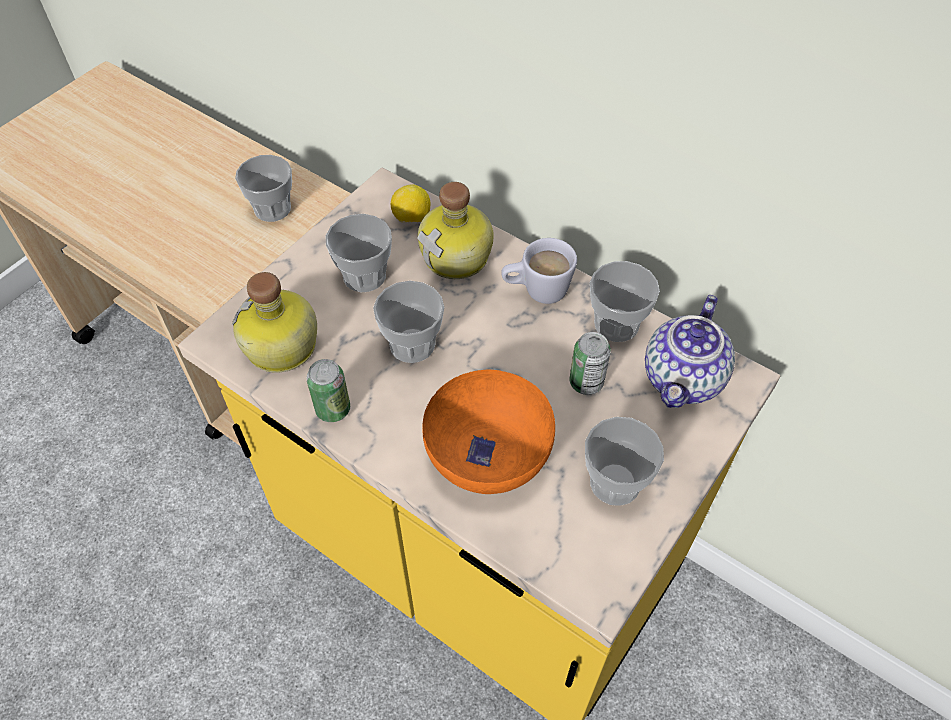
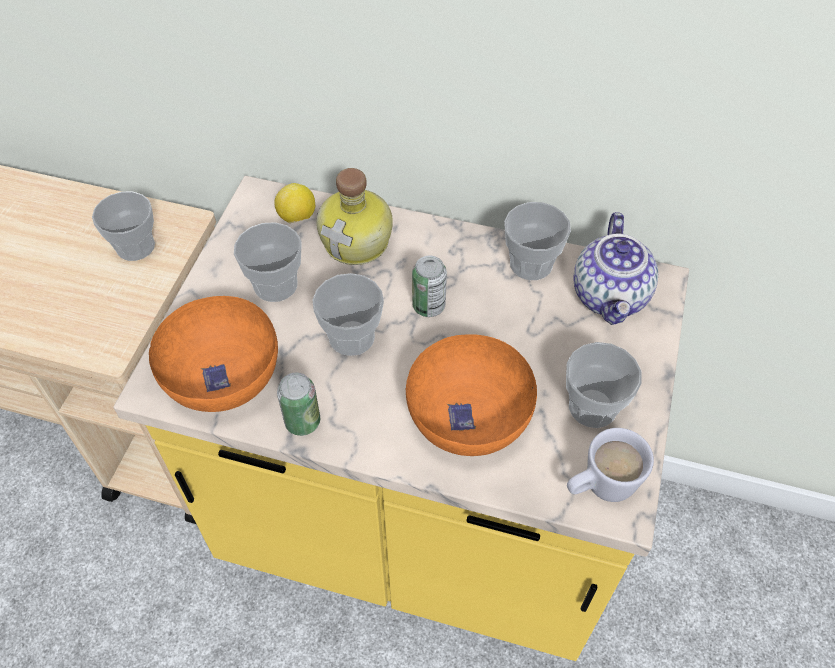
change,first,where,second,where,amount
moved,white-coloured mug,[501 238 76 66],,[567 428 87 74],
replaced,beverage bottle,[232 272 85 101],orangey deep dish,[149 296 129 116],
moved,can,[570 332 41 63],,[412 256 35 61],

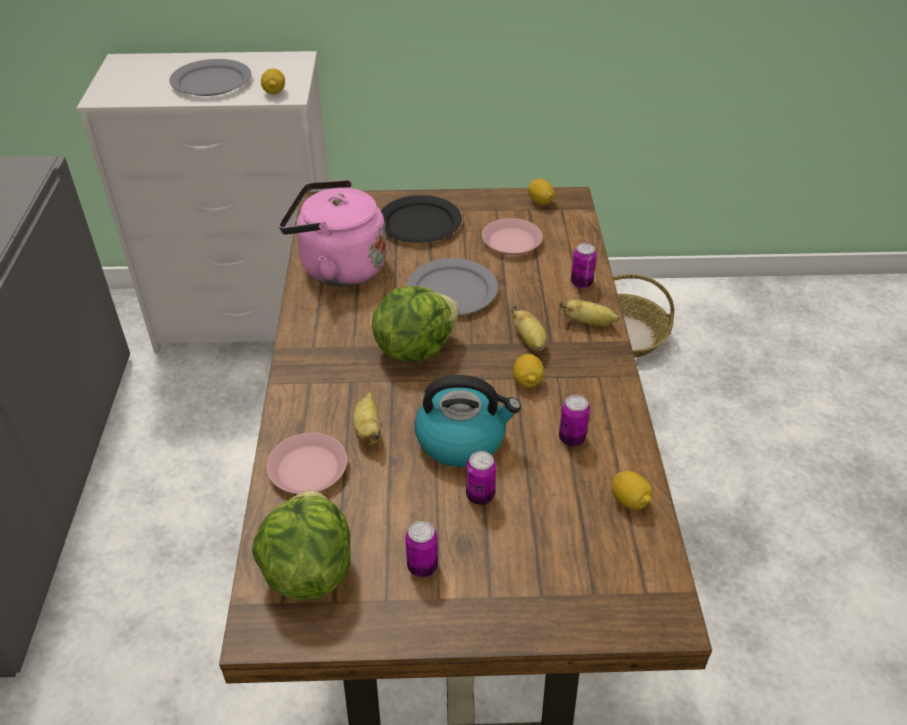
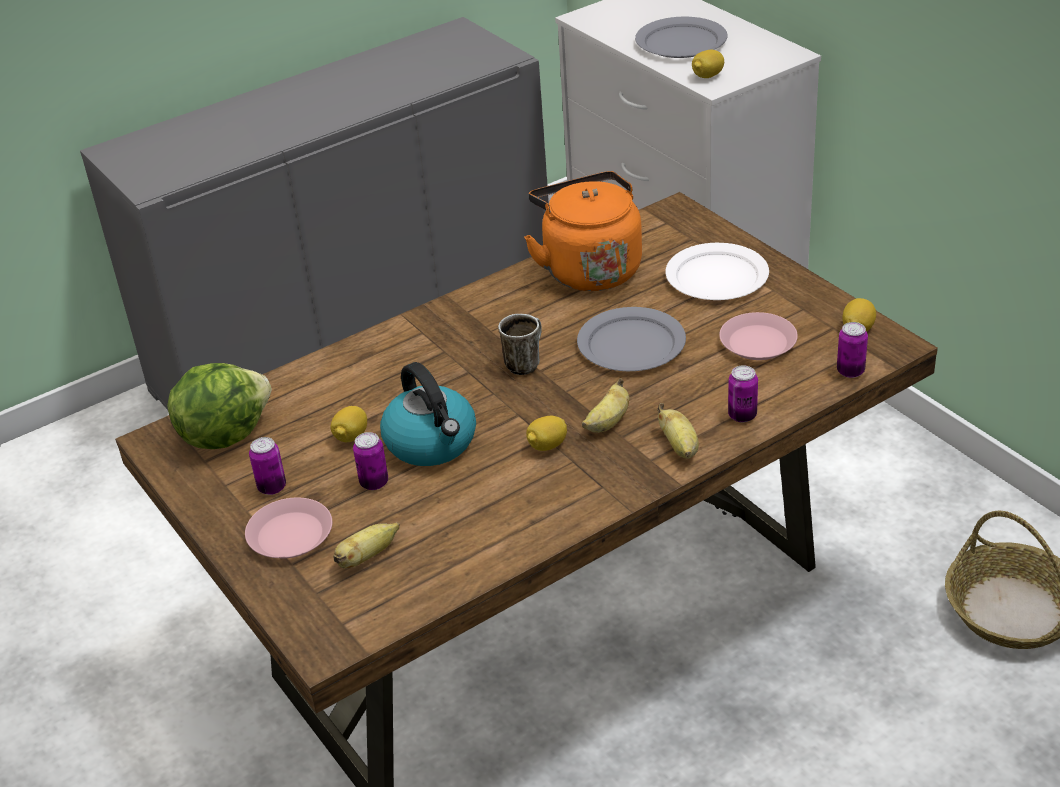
change,first,where,second,where,amount
recoloured,pink-coloured kettle,[279 180 108 106],orangey kettle,[524 171 118 120],
recoloured,black dinner plate,[381 195 81 48],white-coloured dinner plate,[665 243 104 57],
replaced,lettuce head,[372 286 87 76],mug,[498 314 44 61],
moved,banana fruit,[353 392 29 53],,[334 522 66 46],
moved,can,[559 395 31 51],,[837 322 31 56],
moved,pink-coloured dinner plate,[267 433 80 61],,[245 498 87 60],
moved,citrus fruit,[612 471 40 39],,[330 406 37 36],

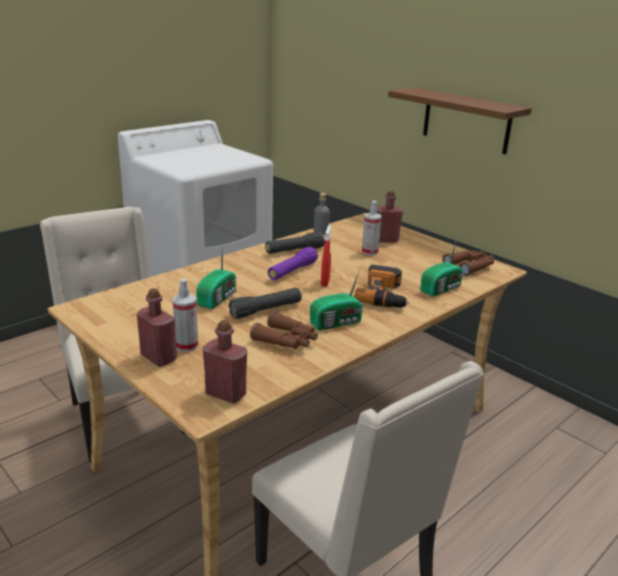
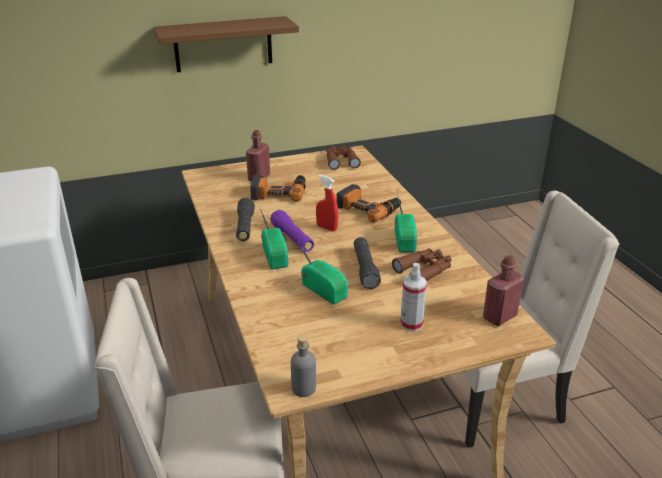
change,first,where,second,where,amount
moved,gray beverage bottle,[314 193 16 42],,[291 334 25 63],
replaced,spray bottle,[362 201 20 55],electric drill,[250 175 56 27],
moved,radio set,[420 241 43 55],,[259 206 29 63],
removed,red beverage bottle,[137 288 40 79],,,

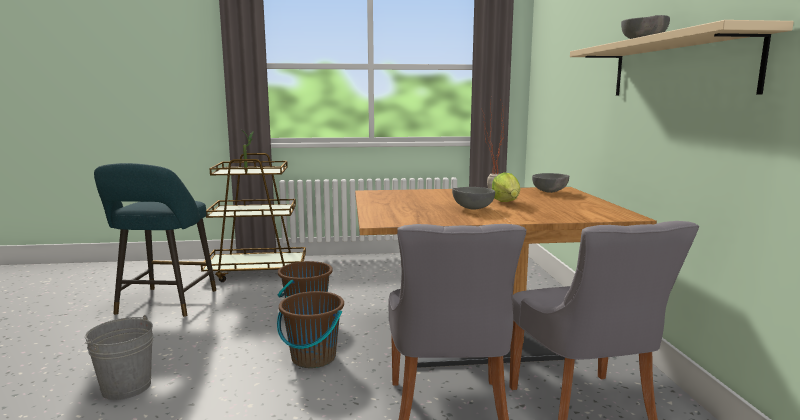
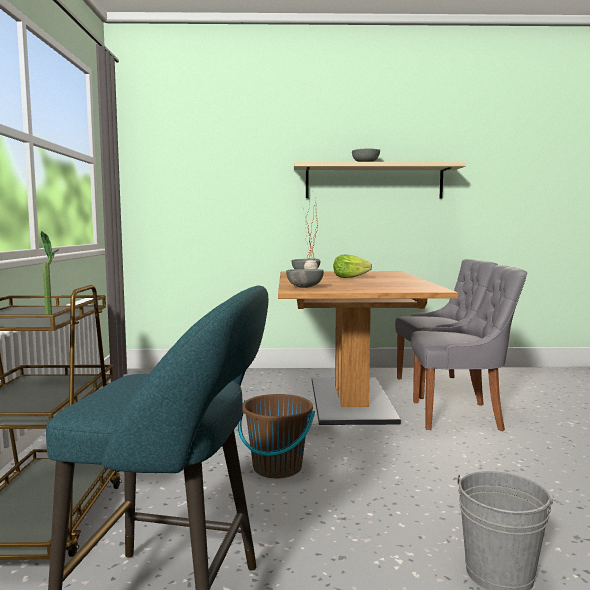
change,first,where,second,where,amount
moved,gray deep dish,[452 187 43 22],,[286 269 38 19],
removed,brown pail,[277 291 67 77],,,

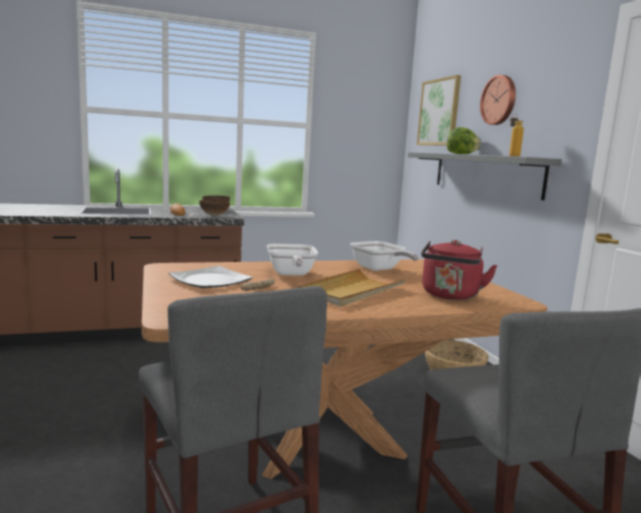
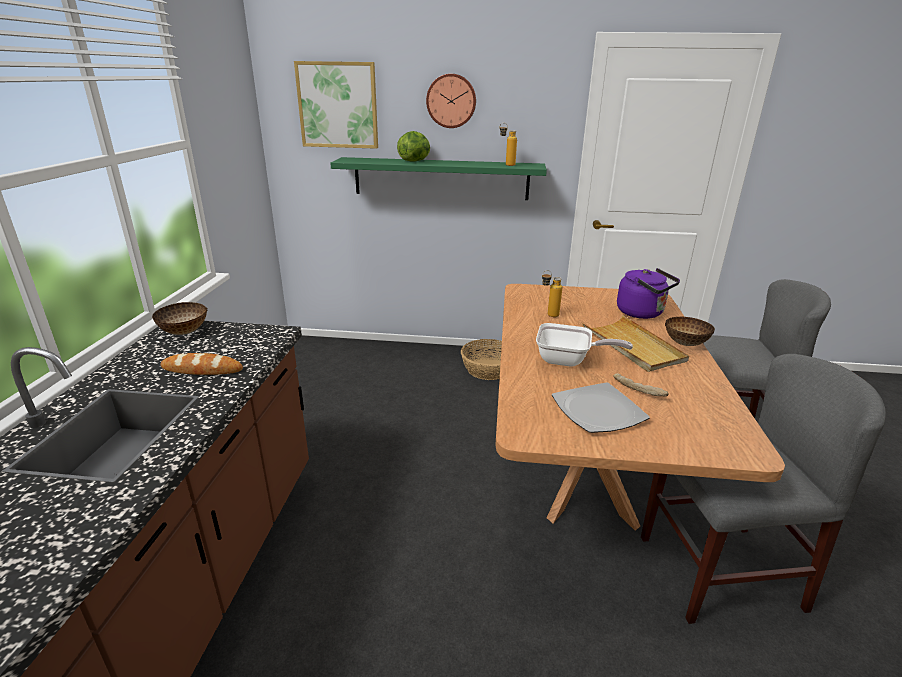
change,first,where,second,where,amount
recoloured,gray bracket shelf,[408 152 154 48],green-coloured bracket shelf,[330 157 217 43],
moved,deep dish,[199 200 31 16],,[665 317 50 29],
recoloured,red kettle,[421 240 77 60],purple-coloured kettle,[617 268 63 51],
replaced,pan,[350 241 69 30],beverage bottle,[542 270 20 47],

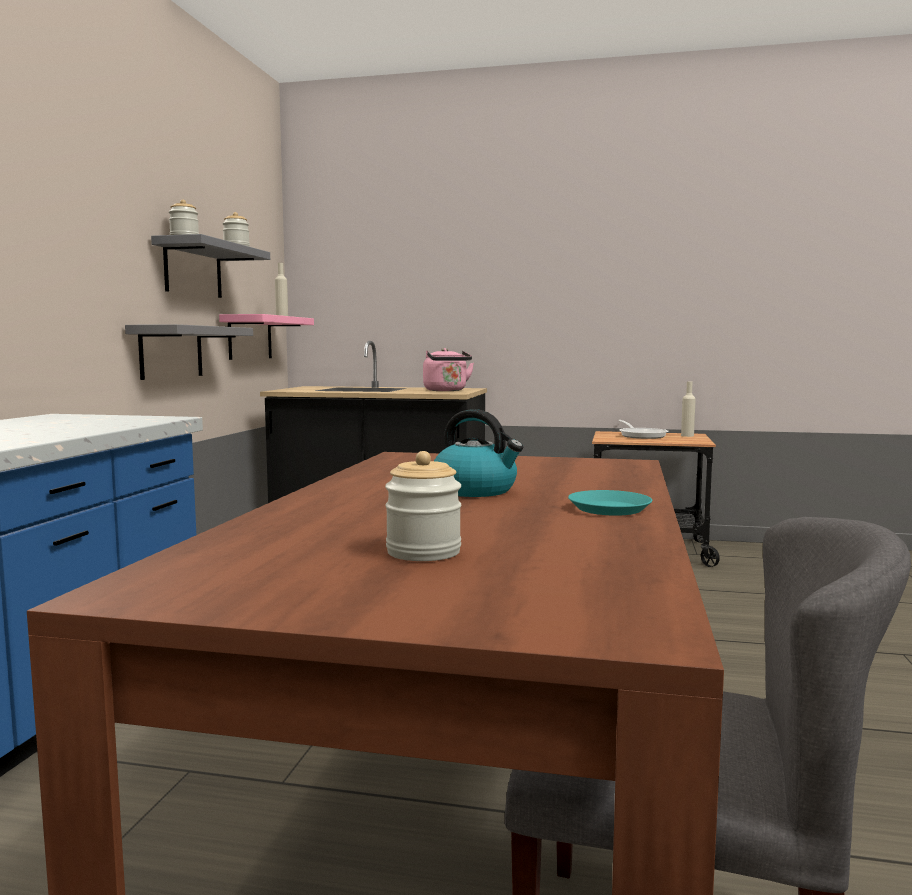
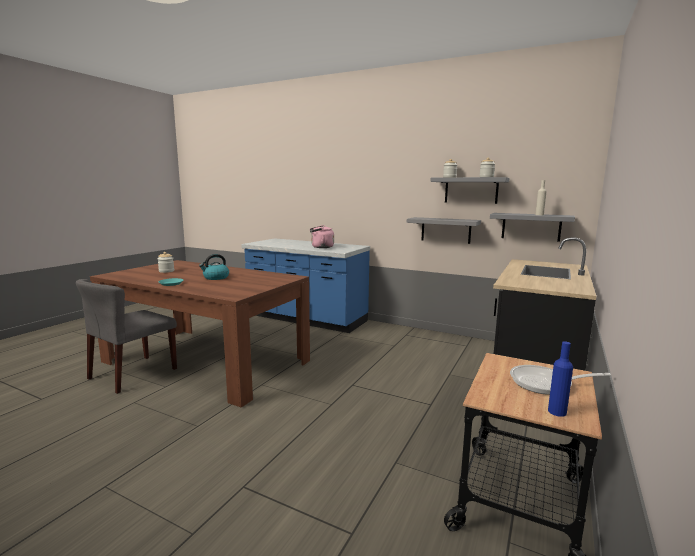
change,first,where,second,where,amount
recoloured,pink-coloured bracket shelf,[219 314 95 46],gray bracket shelf,[490 213 85 29],
moved,pink-coloured kettle,[423 348 51 43],,[310 225 24 23],
recoloured,sand-coloured beverage bottle,[681 381 15 56],blue-coloured beverage bottle,[548 341 25 76],

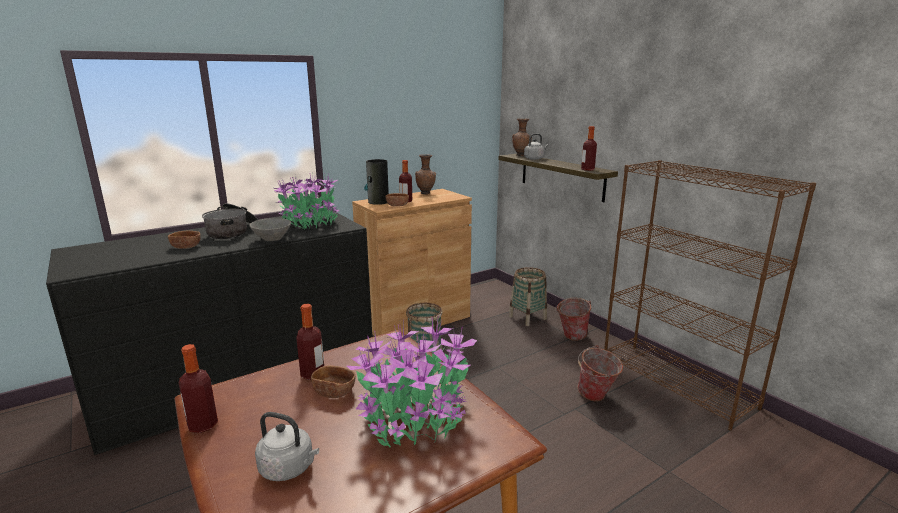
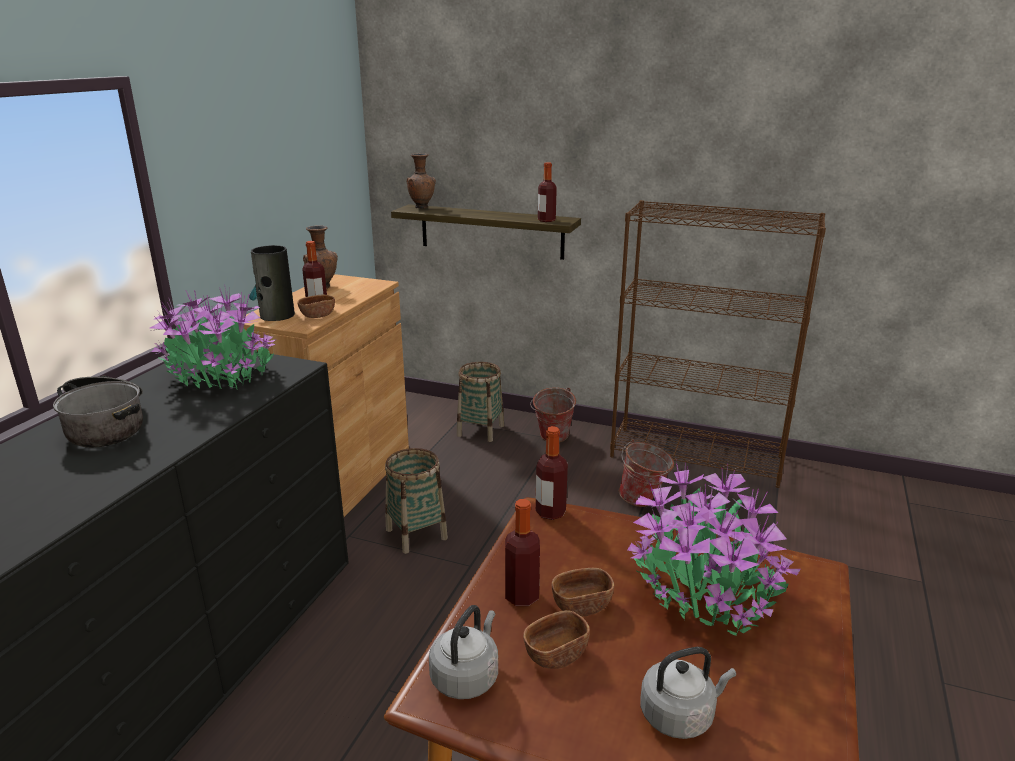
change,first,where,second,where,amount
moved,gray kettle,[524 134 25 26],,[429 605 69 94],
removed,gray deep dish,[250 218 41 23],,,
moved,brown deep dish,[168 231 33 18],,[523 610 67 59],
moved,beverage bottle,[179 344 39 89],,[536 426 32 94],

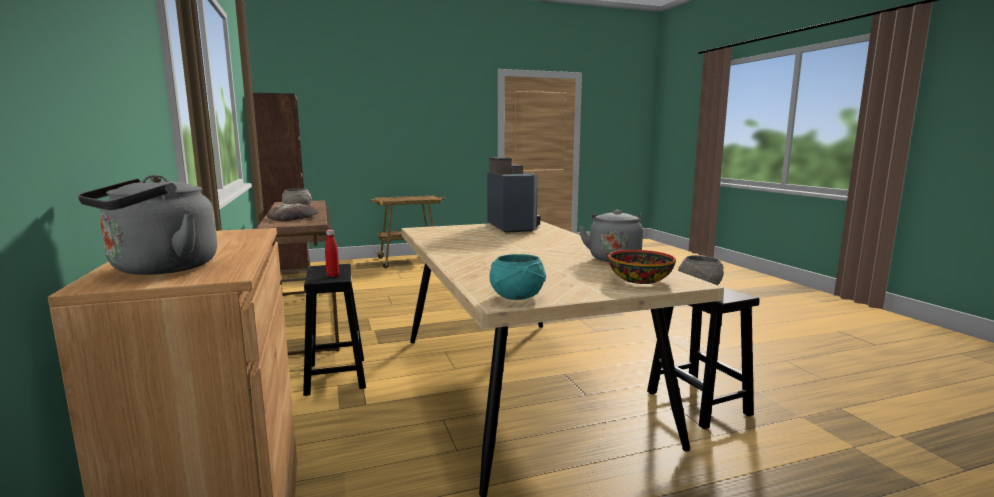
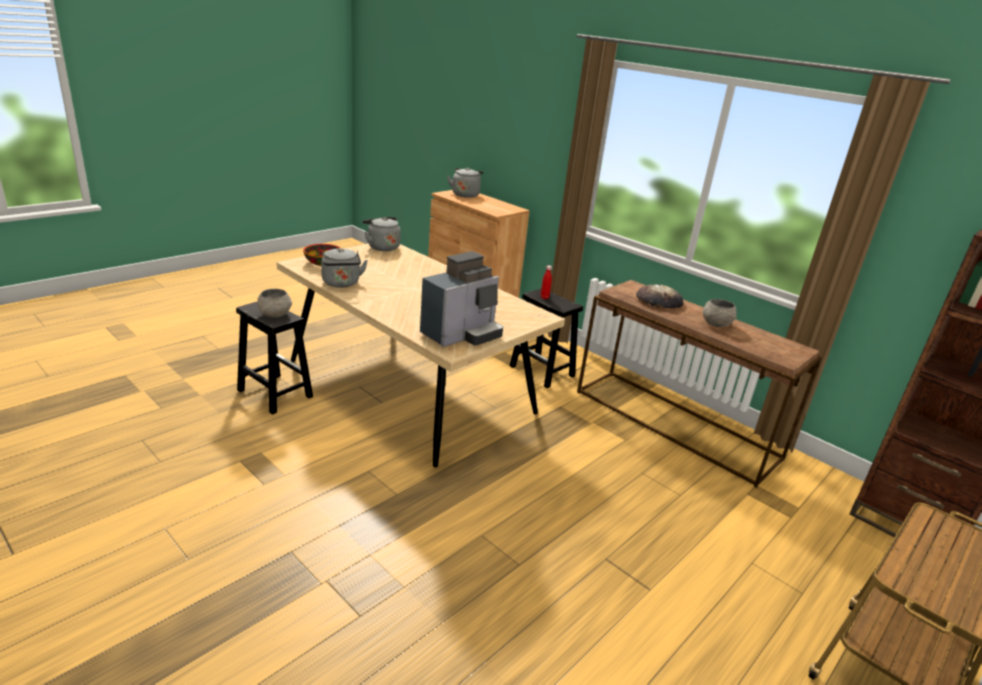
change,first,where,second,where,amount
turned,coffee maker,[487 157 53 76],,[420 251 83 96],90 degrees counterclockwise
replaced,turquoise-coloured deep dish,[490 254 56 46],gray kettle,[362 217 39 34],

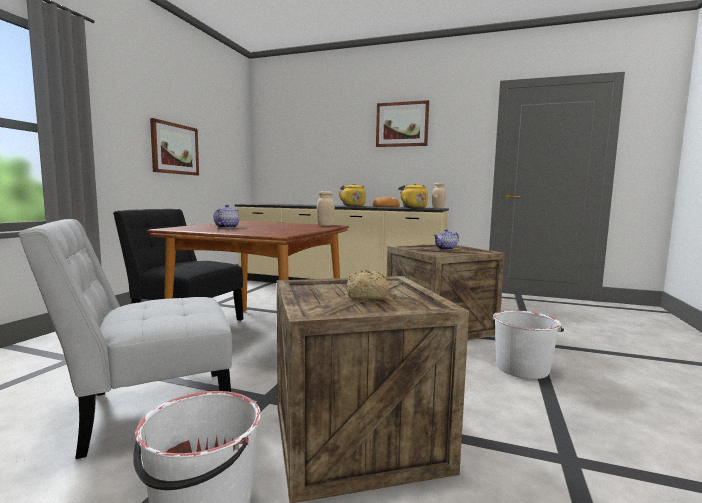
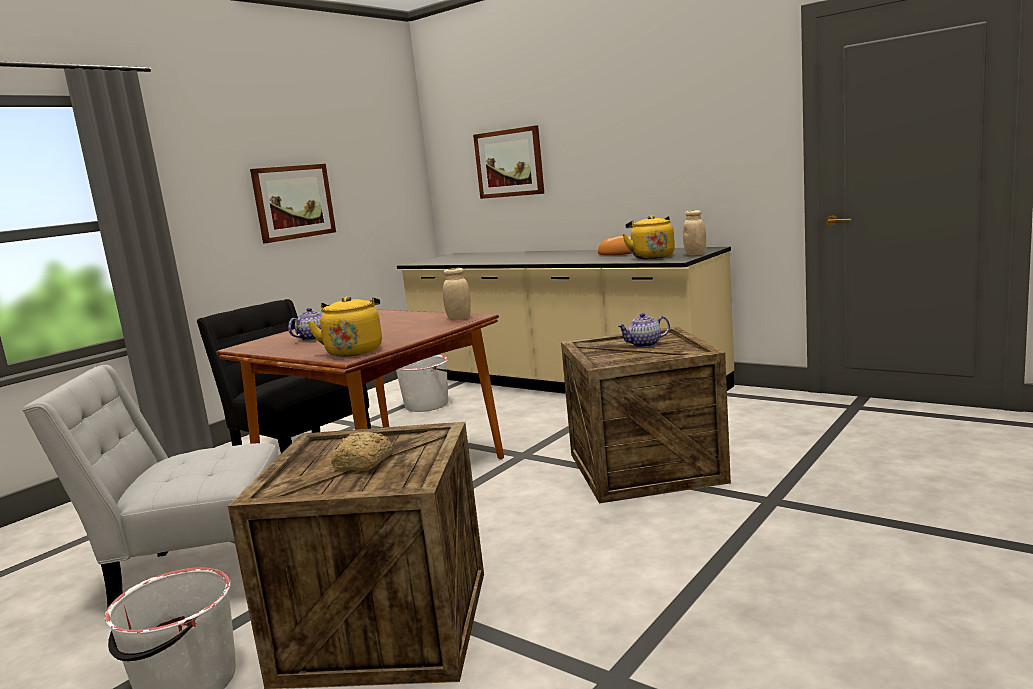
change,first,where,second,where,amount
moved,picture,[376 100 53 47],,[473 125 71 74],
moved,yellowish kettle,[338 183 28 23],,[307 297 75 60],
moved,white-coloured pail,[492 310 72 69],,[396 355 54 57],

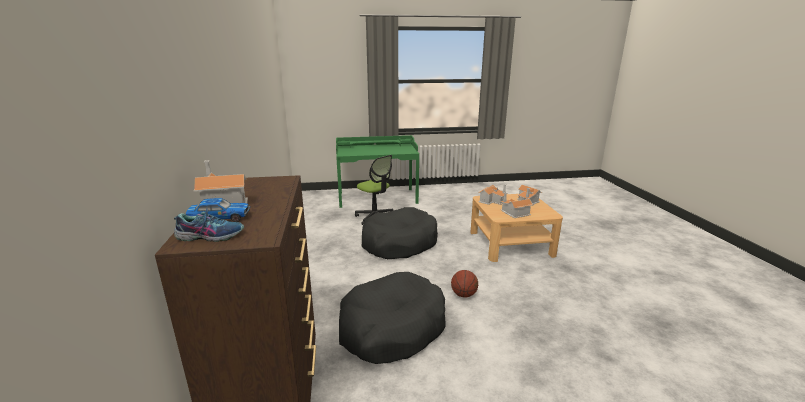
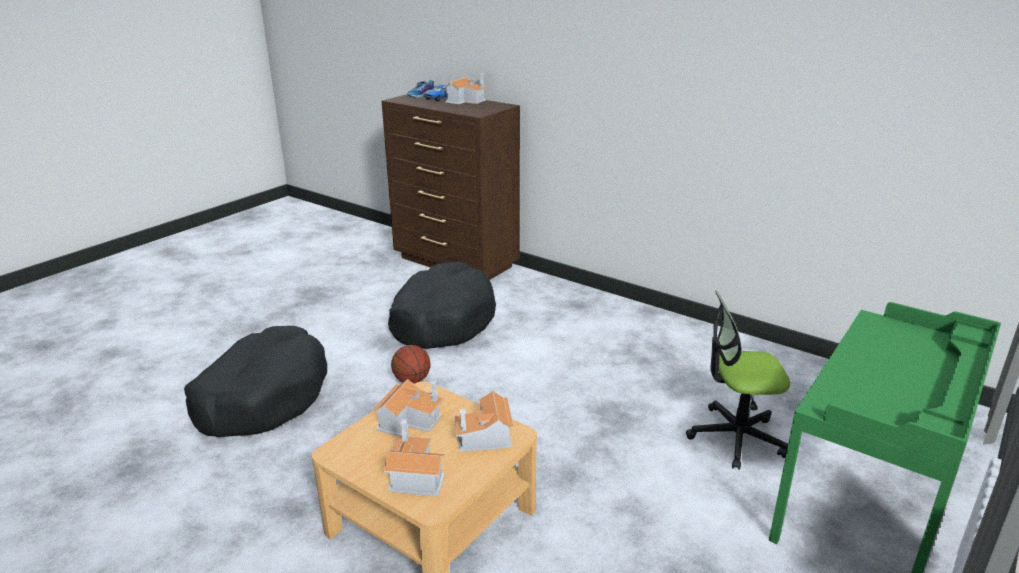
change,first,where,second,where,amount
moved,black pet bed,[362 207 76 52],,[184 326 143 111],

